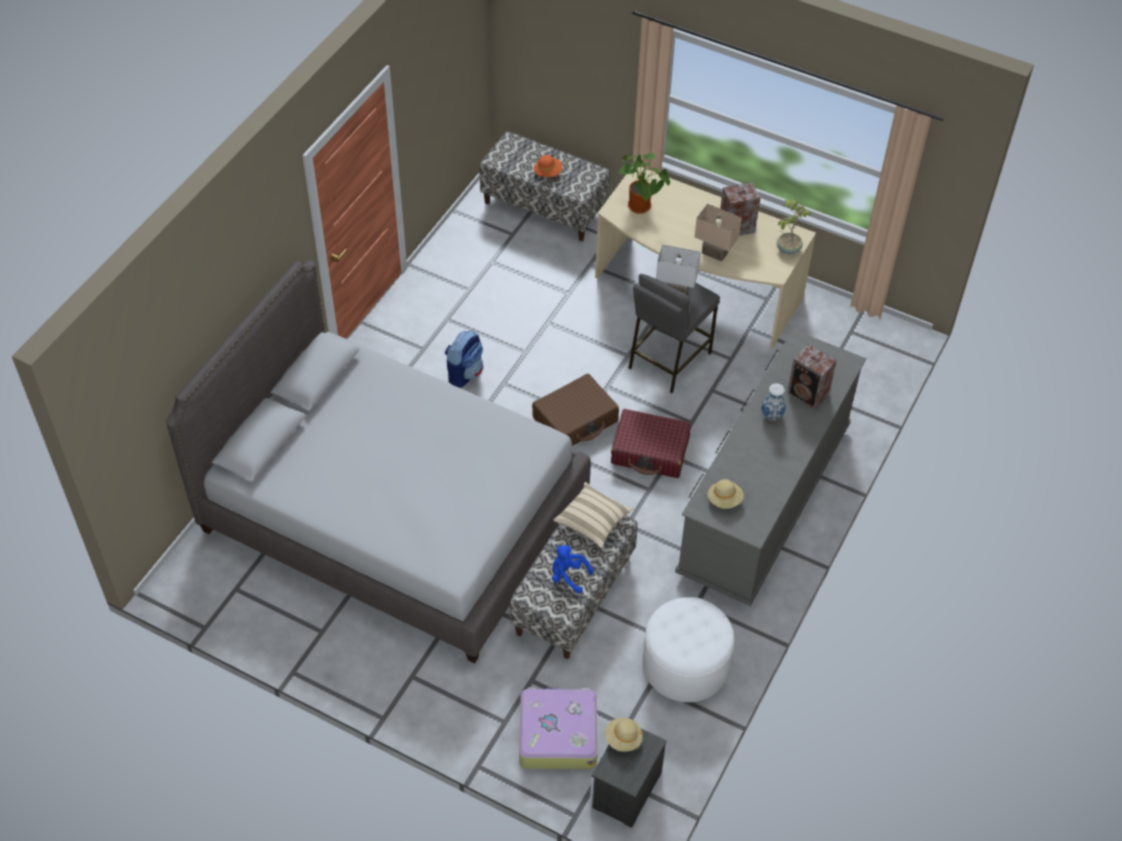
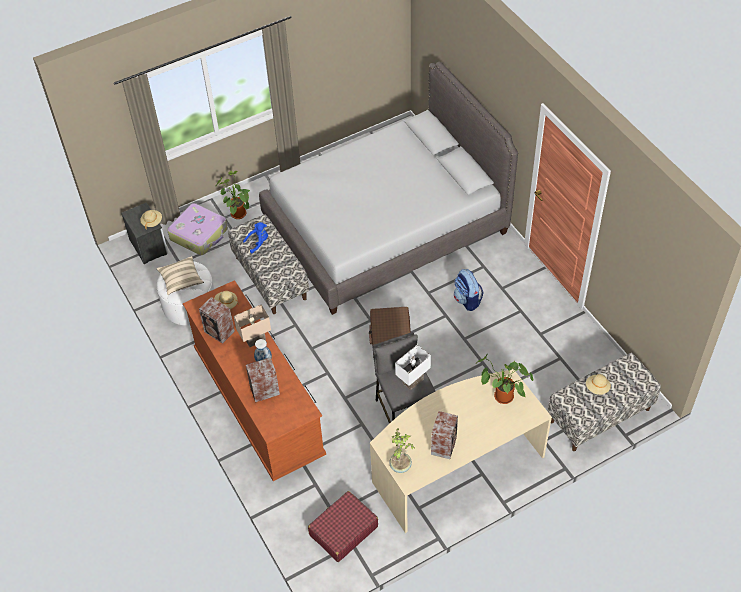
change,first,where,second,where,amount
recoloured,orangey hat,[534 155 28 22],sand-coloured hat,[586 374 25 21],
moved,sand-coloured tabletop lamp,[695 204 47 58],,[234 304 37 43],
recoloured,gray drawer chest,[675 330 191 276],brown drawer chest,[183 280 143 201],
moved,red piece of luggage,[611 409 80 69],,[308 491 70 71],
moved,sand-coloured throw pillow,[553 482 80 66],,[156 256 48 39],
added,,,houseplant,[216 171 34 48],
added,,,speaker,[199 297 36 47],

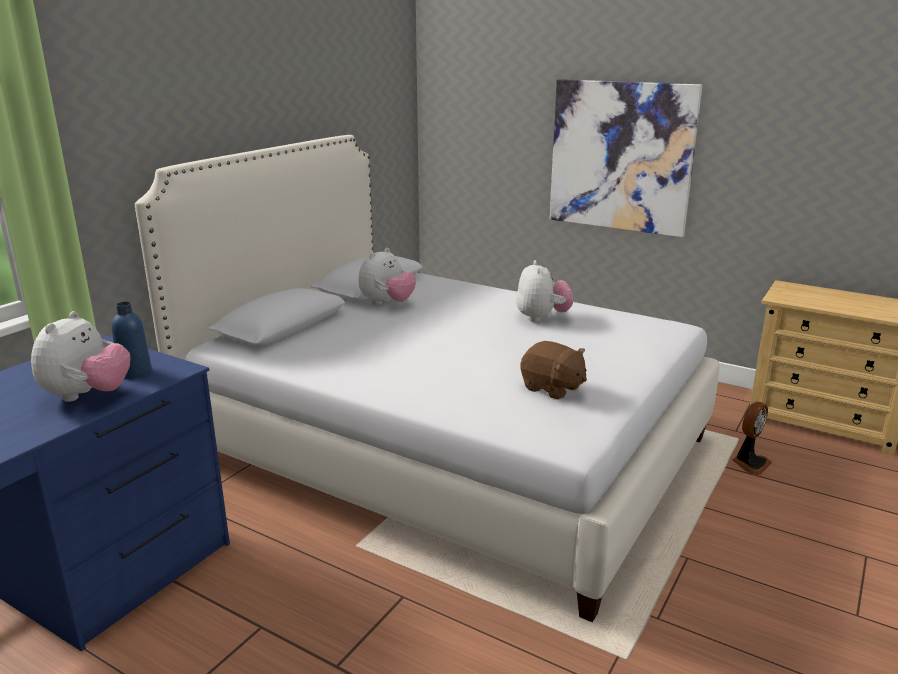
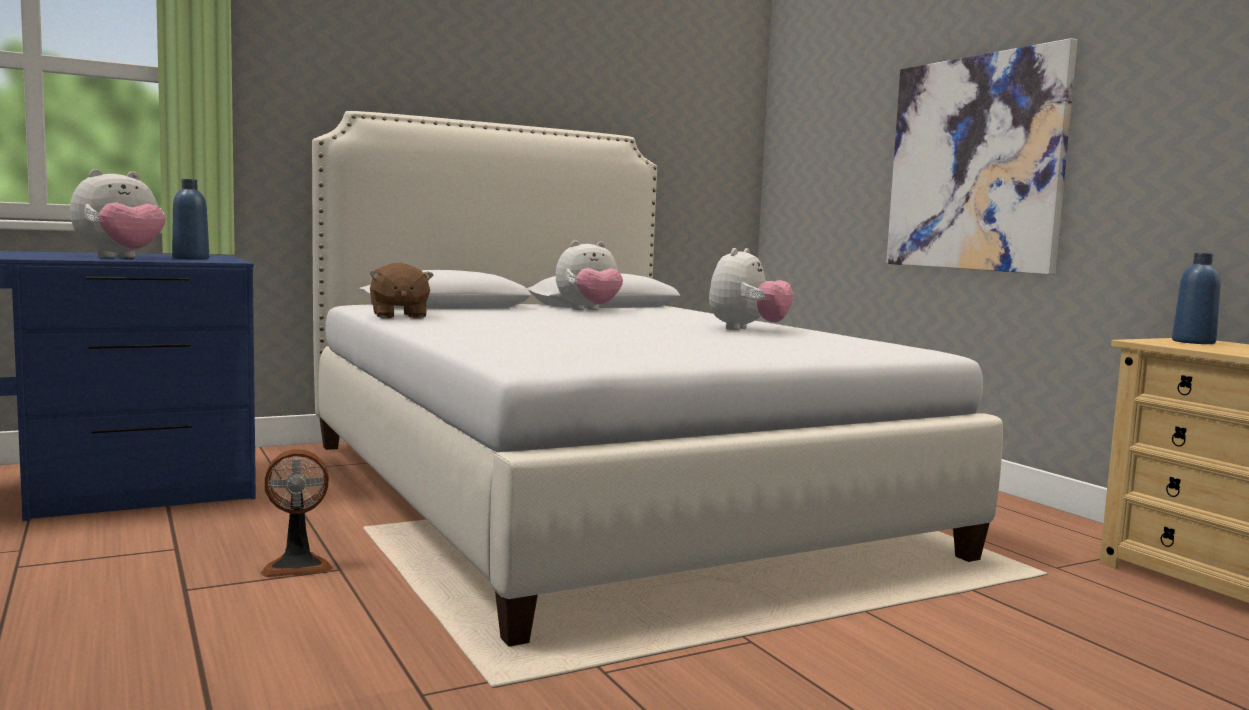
change,first,where,second,where,amount
moved,brown soft toy,[521 341 66 59],,[370 263 64 56],
moved,fan,[732 402 40 74],,[260 449 73 128],
added,,,blue-coloured beverage bottle,[1172 253 49 91],

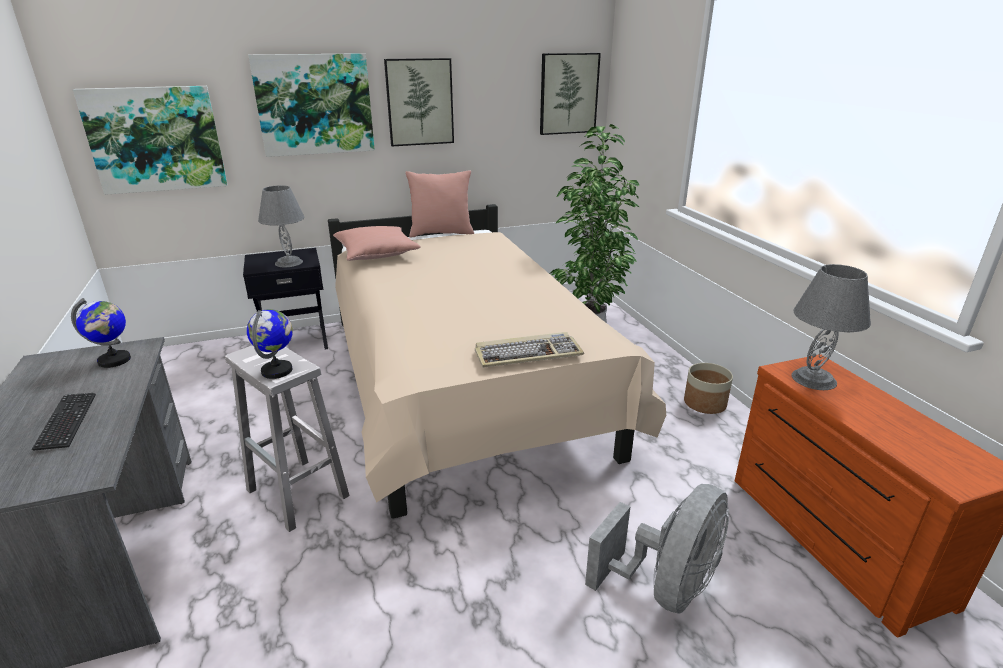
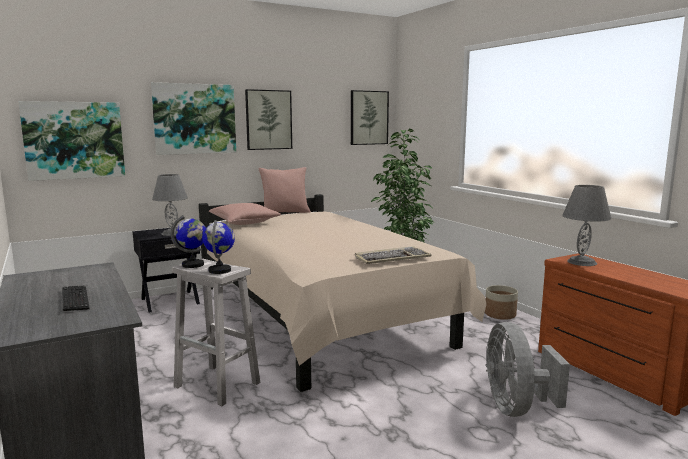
change,first,where,second,where,amount
moved,desk globe,[71 298 60 70],,[170 215 36 53],
turned,gray fan,[585 484 144 130],,[486 322 84 95],150 degrees clockwise

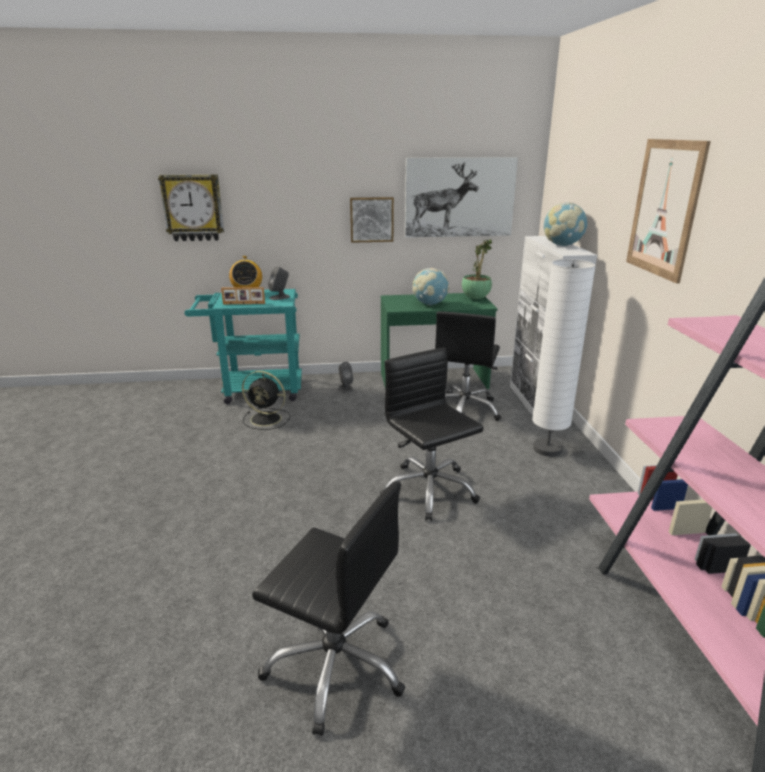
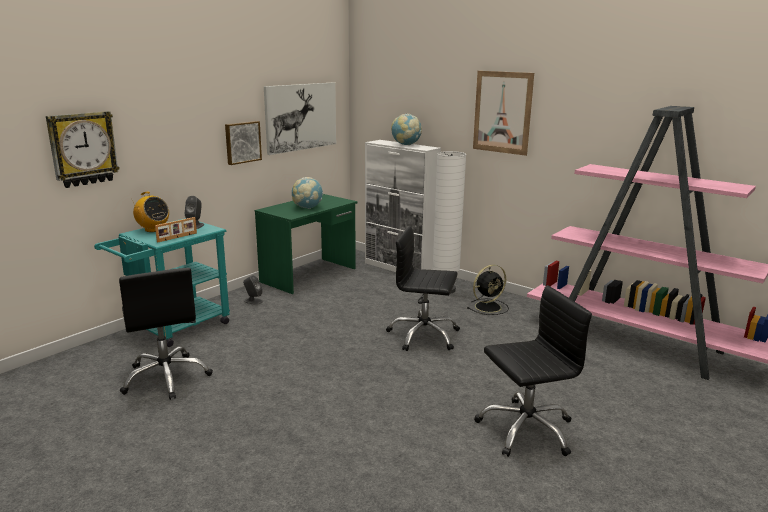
change,first,where,second,where,amount
removed,houseplant,[462 239 30 60],,,
moved,black office chair,[435 311 66 110],,[119 268 94 132],
moved,black fan,[242 371 48 59],,[467 265 42 50],

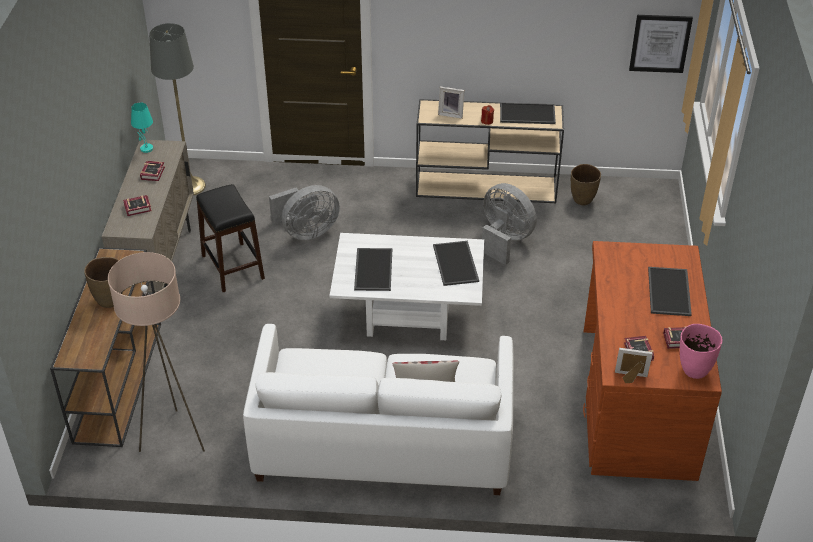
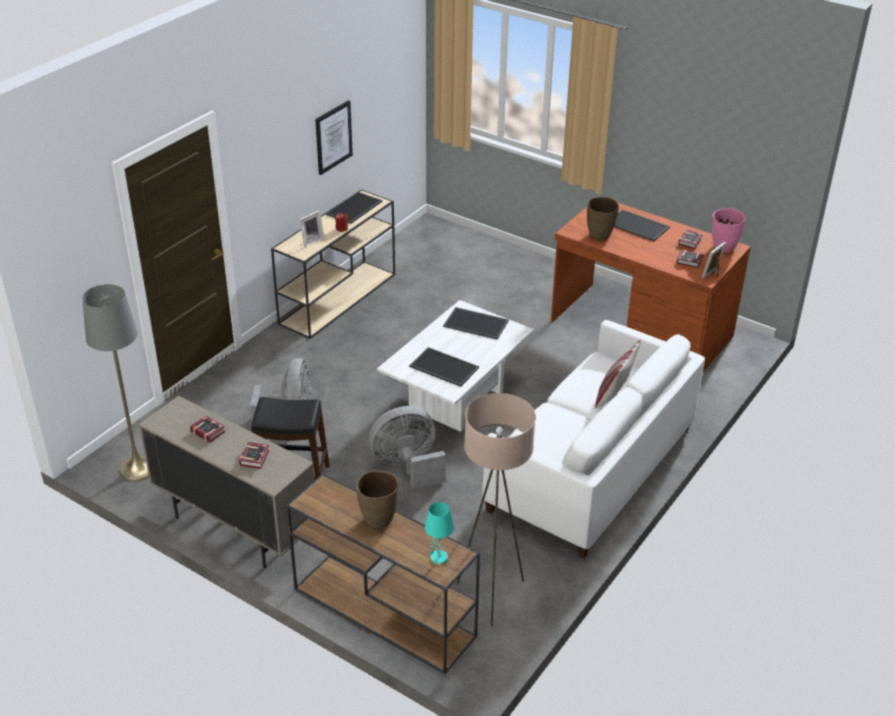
change,first,where,second,where,amount
moved,picture,[629 15 64 58],,[315 100 38 75],
moved,turquoise-coloured tabletop lamp,[131 103 22 50],,[425 502 29 63],
moved,brown flower vase,[571 164 30 41],,[587 197 32 44],
moved,gray fan,[482 183 55 82],,[369 406 77 83],

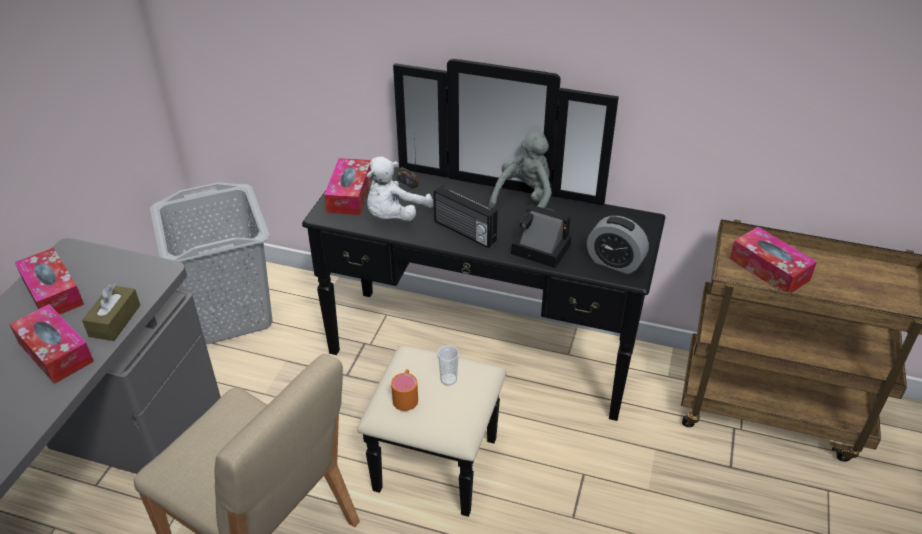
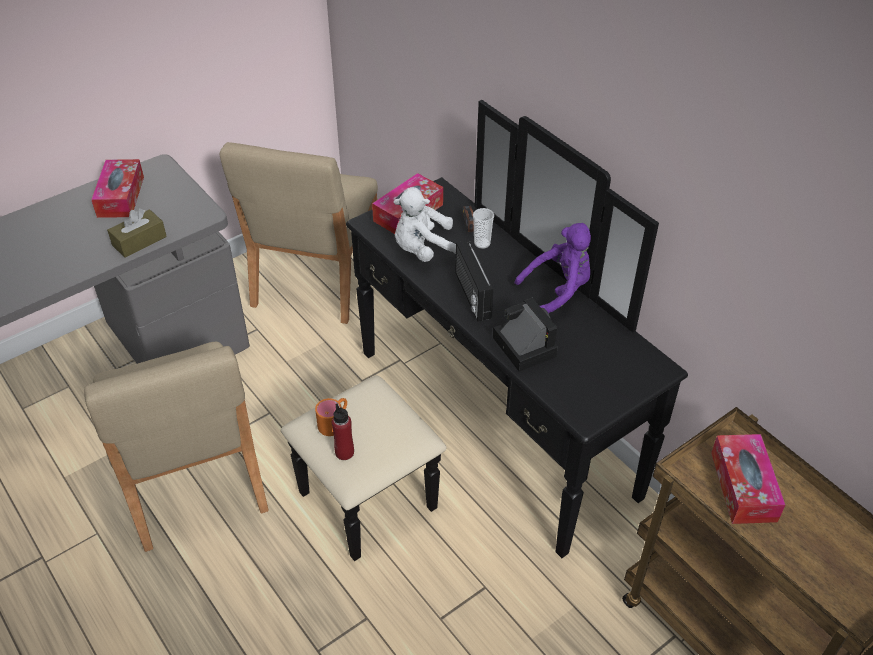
change,first,where,second,where,amount
recoloured,gray soft toy,[489 130 63 79],purple-coloured soft toy,[515 223 76 90],
replaced,gray washing basket,[150 182 123 162],sand-coloured upright chair,[220 142 158 182],
removed,bedside clock,[587 216 62 58],,,
removed,tissue holder,[9 304 85 80],,,
moved,drinking cup,[437 345 22 40],,[473 208 21 41],
added,,,red beverage bottle,[332 404 22 56],

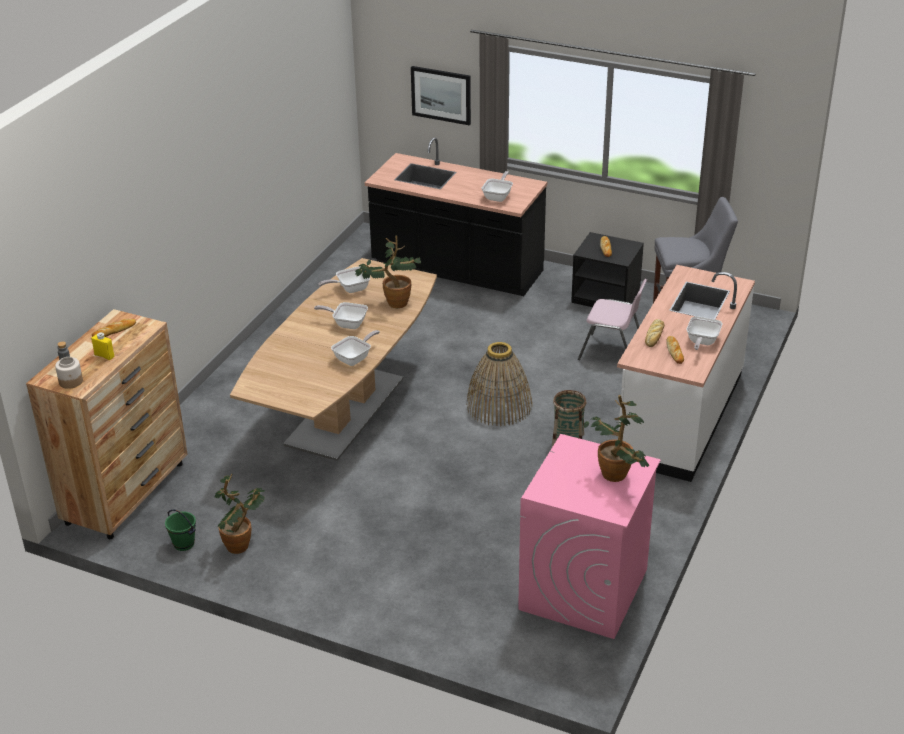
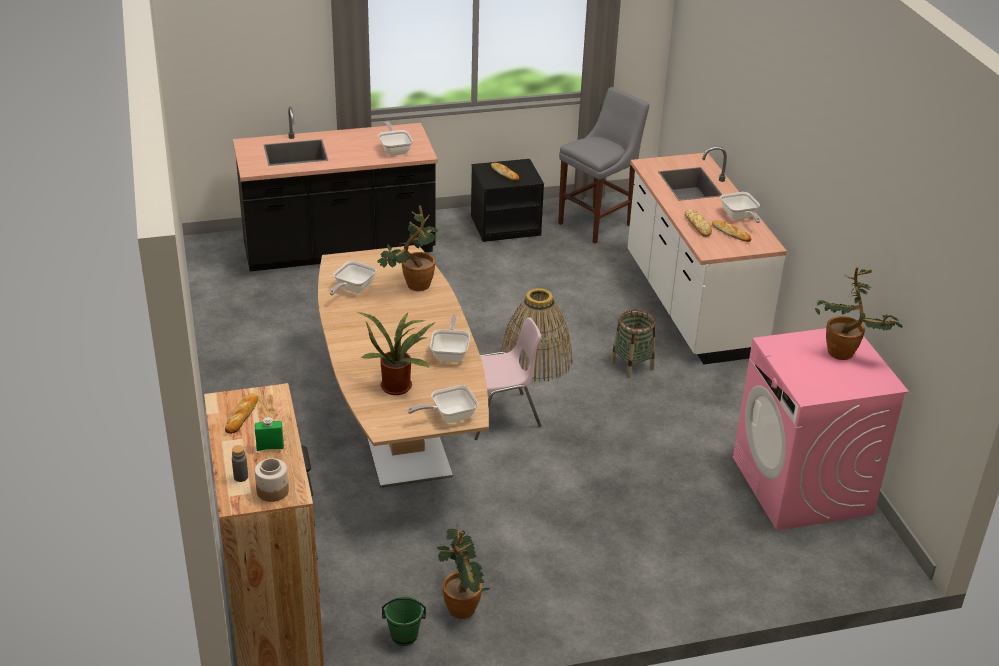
change,first,where,second,where,amount
removed,picture,[411 66 60 59],,,
moved,pink-coloured upright chair,[578 279 69 81],,[474 317 67 123],
moved,pan,[314 302 54 27],,[407 385 71 38],
recoloured,yellowish beverage bottle,[91 332 23 28],green-coloured beverage bottle,[255 417 29 34],
added,,,houseplant,[358 312 78 83],

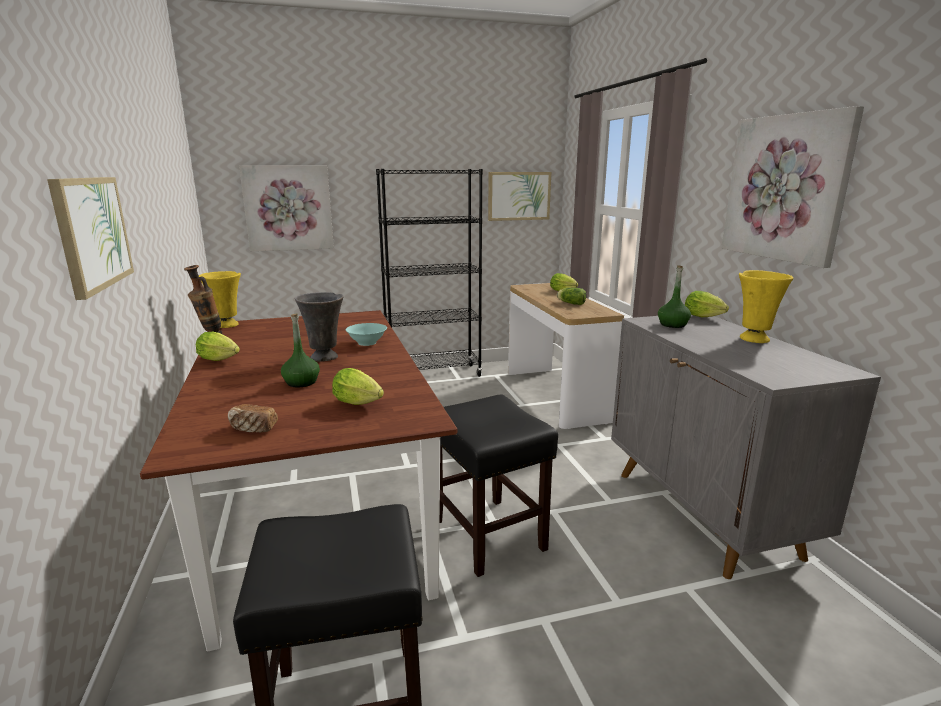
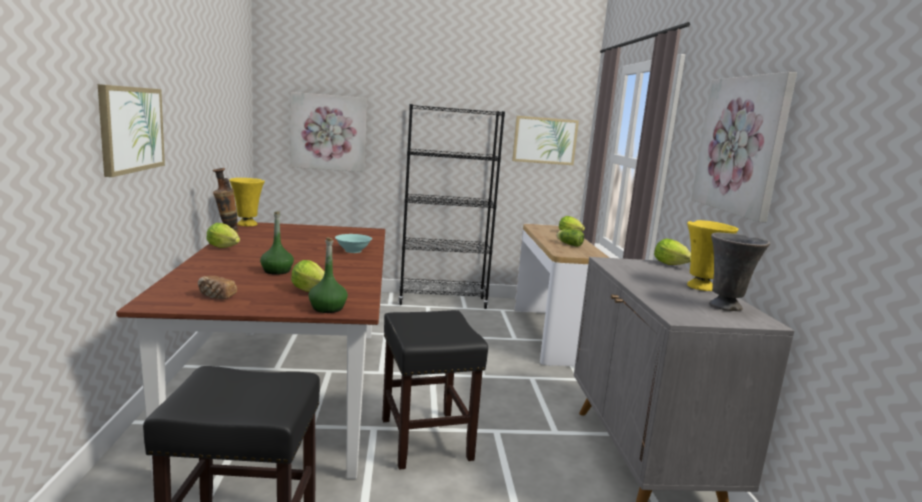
change,first,where,second,where,amount
moved,green-coloured beverage bottle,[658 265 33 63],,[308 237 40 76],
moved,gray flower vase,[295 292 49 70],,[709 233 61 78],

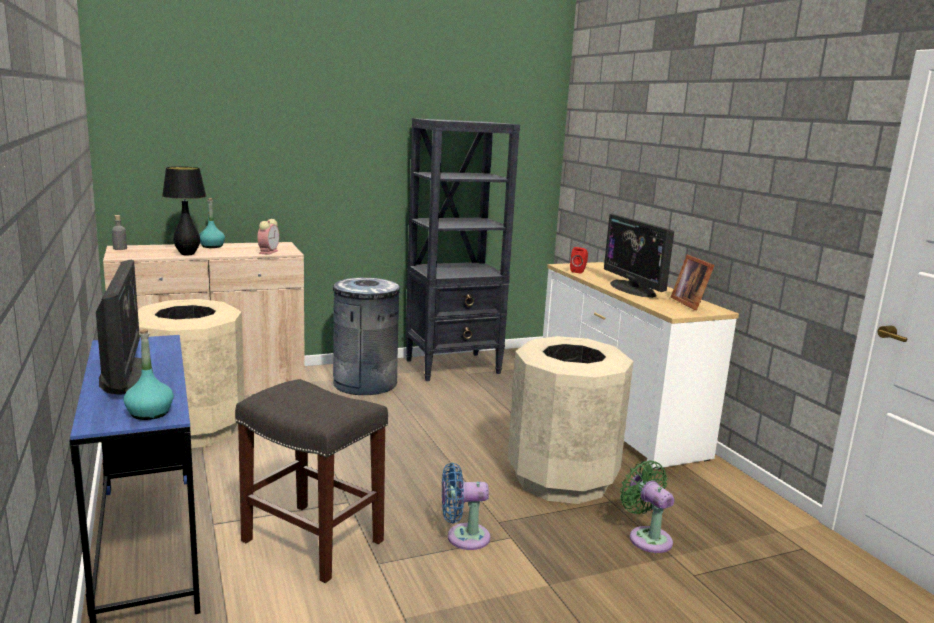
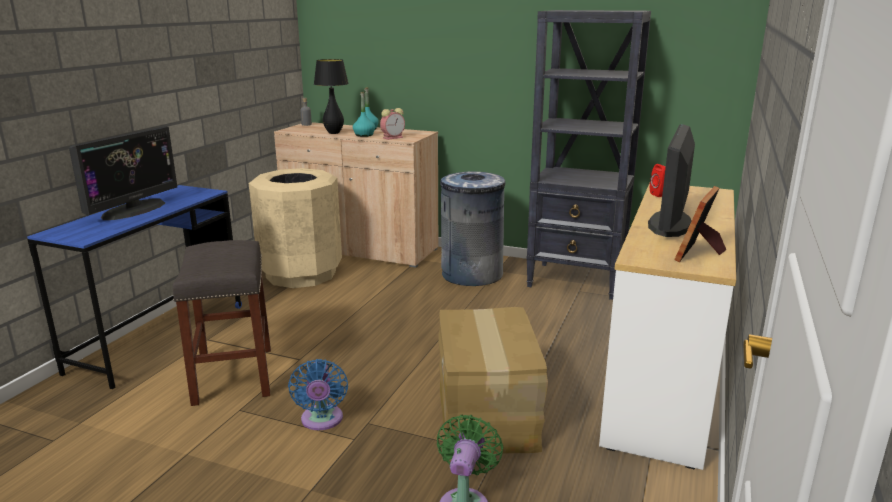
change,first,where,second,where,amount
moved,turquoise-coloured beverage bottle,[124 329 50 91],,[353 92 22 45],
replaced,sand-coloured rubbish bin,[508 336 126 168],cardboard box,[438 307 110 147],
turned,blue-coloured fan,[442 463 48 87],,[288 359 60 71],135 degrees counterclockwise

